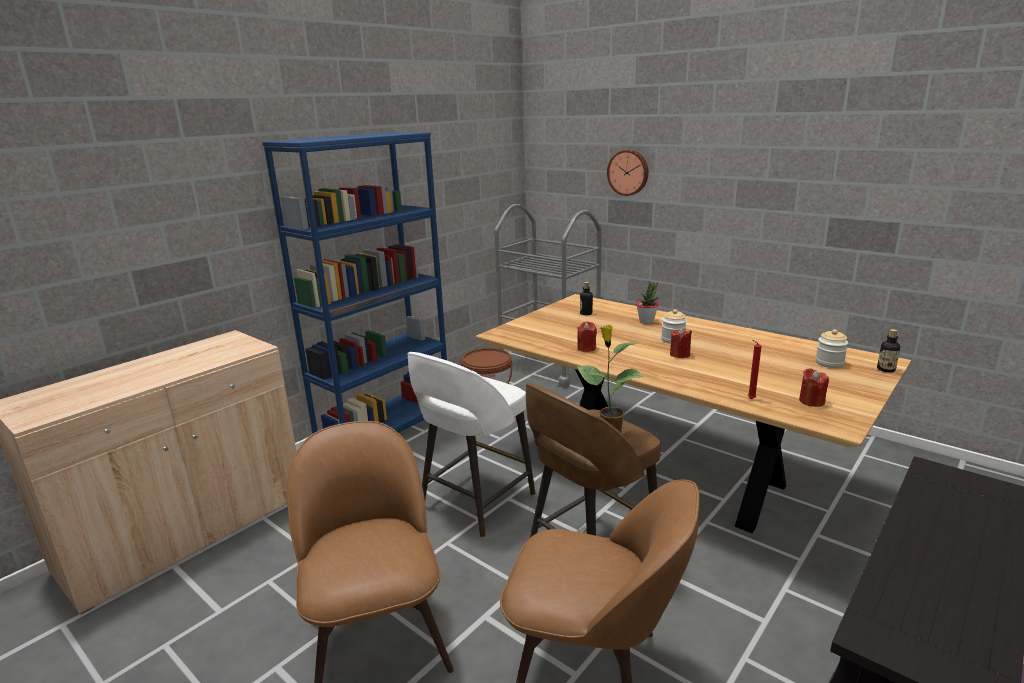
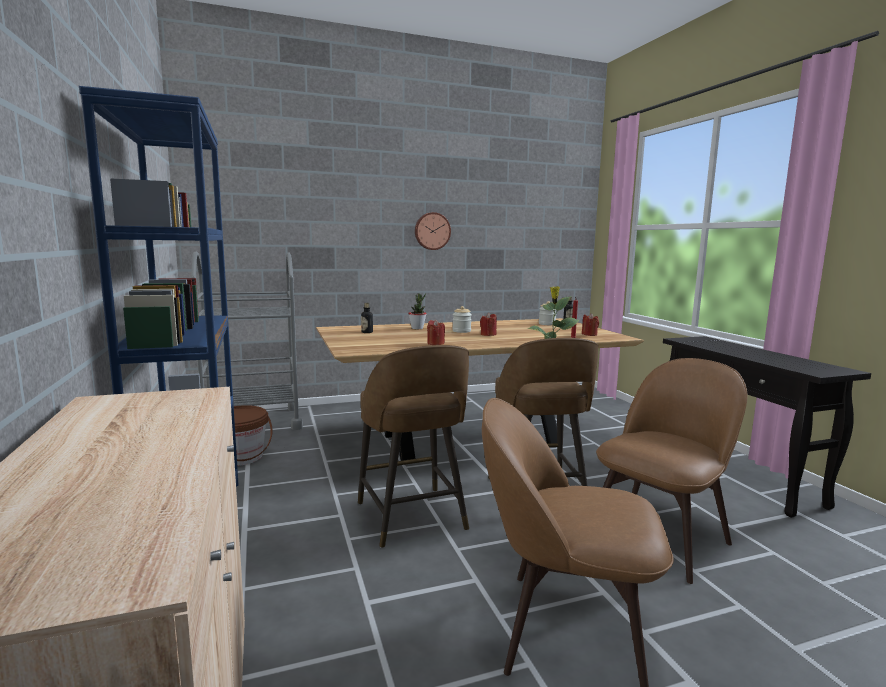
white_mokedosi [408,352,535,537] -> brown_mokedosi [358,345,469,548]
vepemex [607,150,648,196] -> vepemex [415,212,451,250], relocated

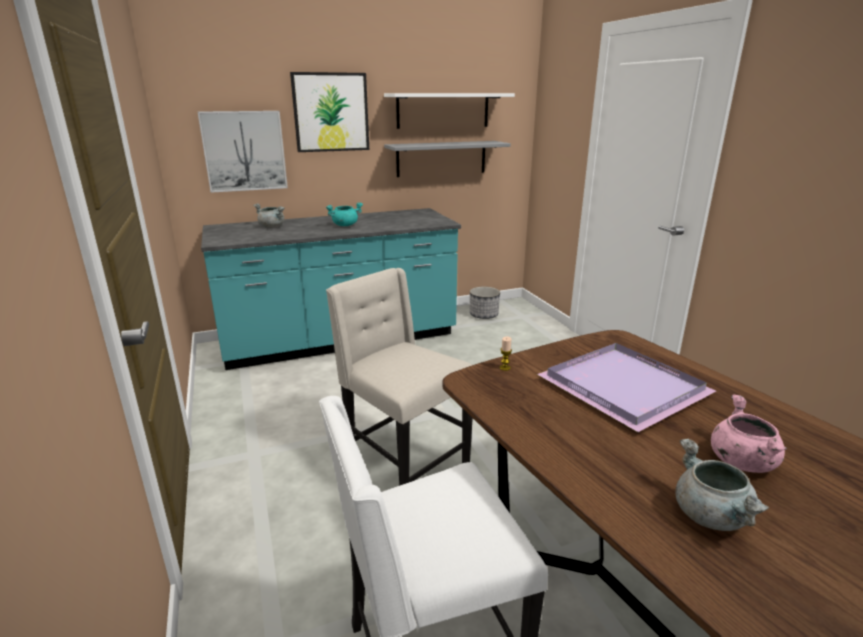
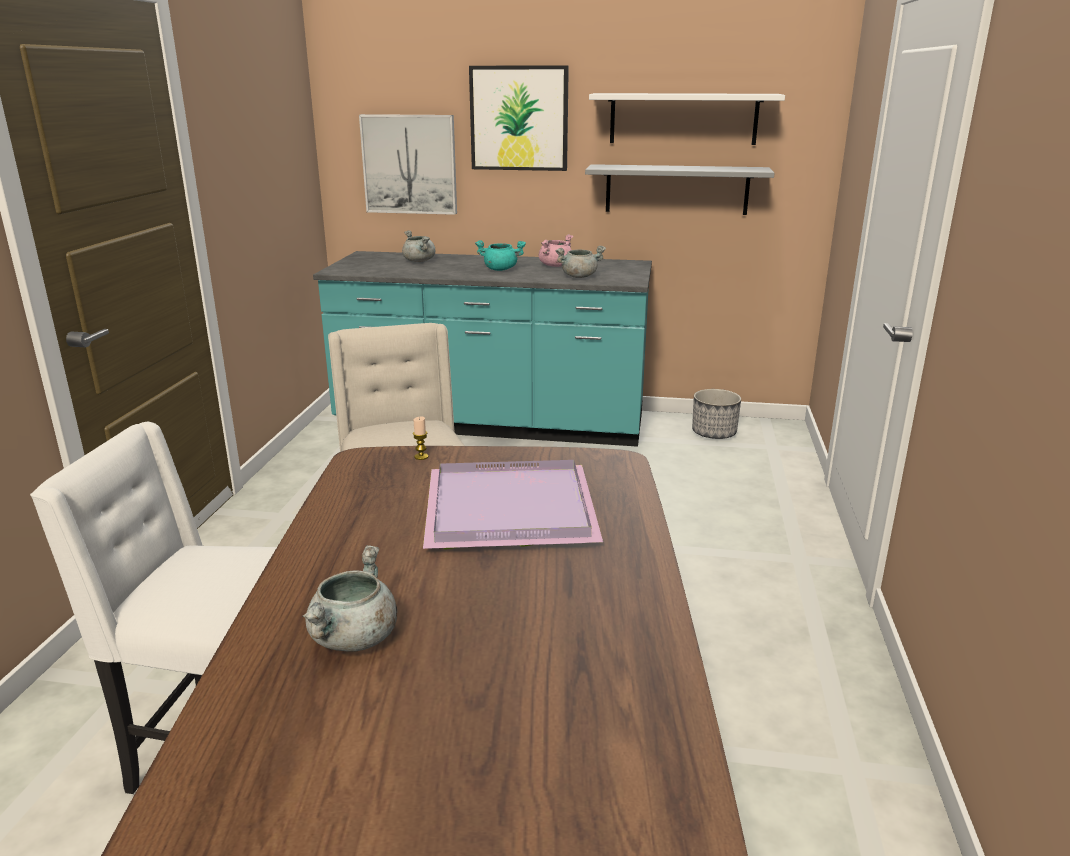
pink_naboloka [711,394,787,473] -> pink_naboloka [539,234,573,267], relocated
none -> grey_naboloka [555,246,606,278]

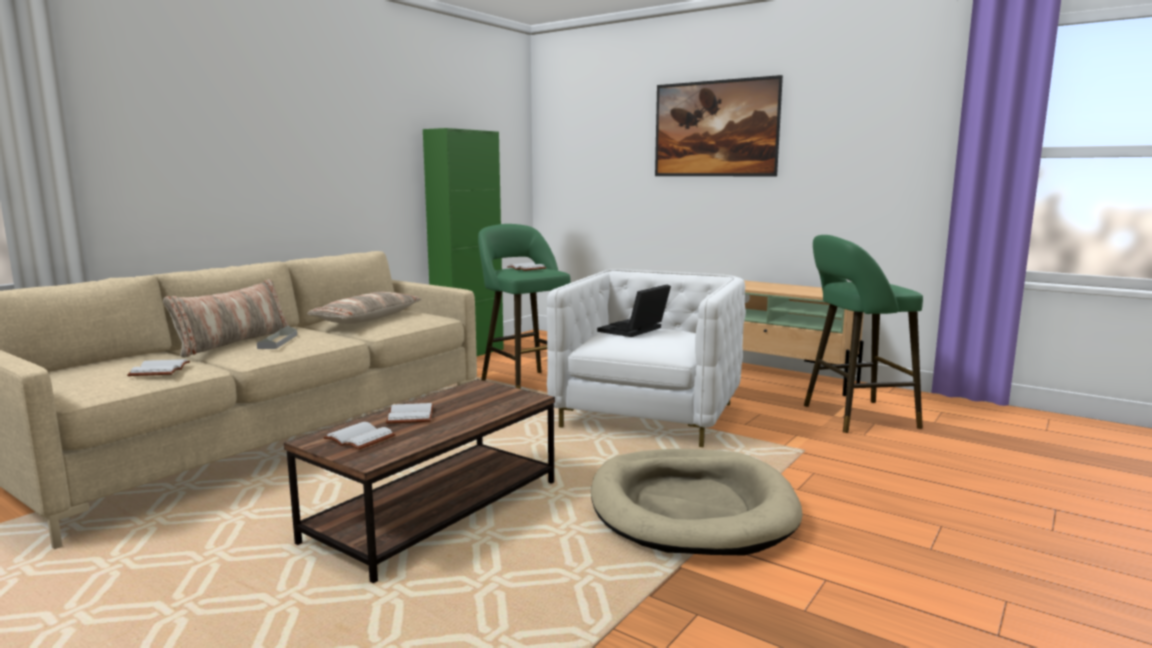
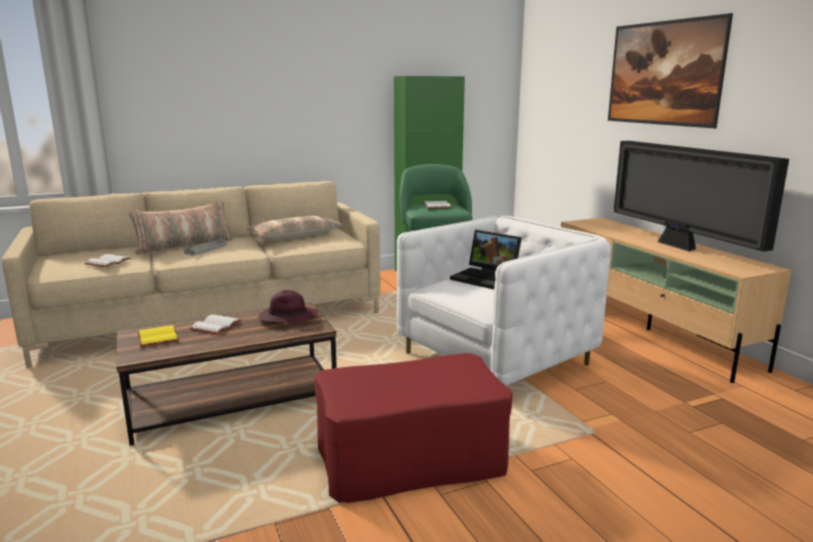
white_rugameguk [323,422,396,450] -> yellow_rugameguk [138,325,179,347]
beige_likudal [591,449,803,555] -> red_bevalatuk [314,353,512,503]
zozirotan [597,285,671,337] -> zozirotan [450,230,522,289], 120 degrees counterclockwise
green_mokedosi [804,235,923,433] -> none
none -> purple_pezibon [258,290,318,325]
none -> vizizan [613,141,789,252]

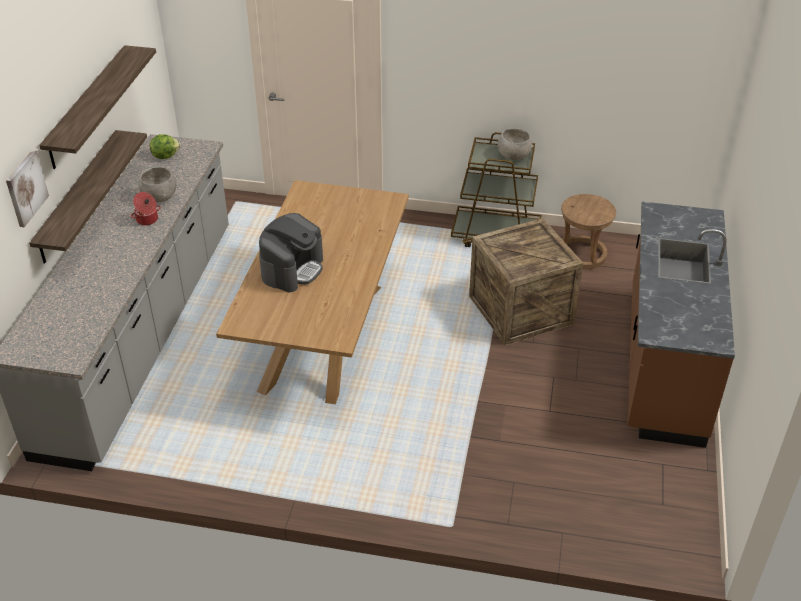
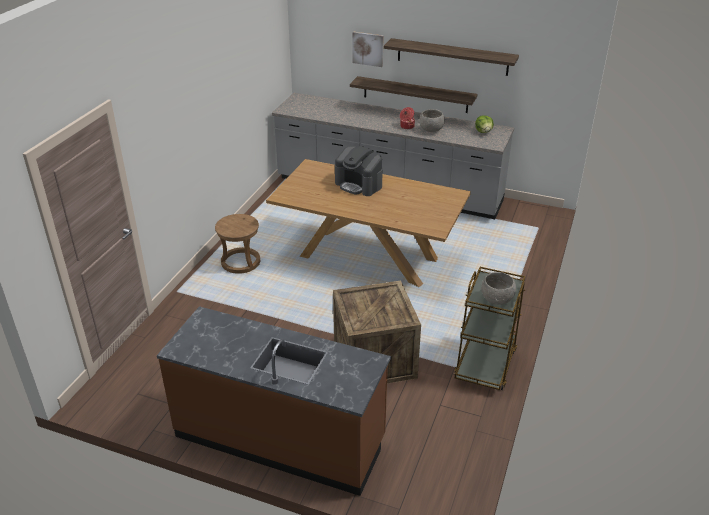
brown_mokedosi [561,194,616,270] -> brown_mokedosi [215,214,260,274], relocated

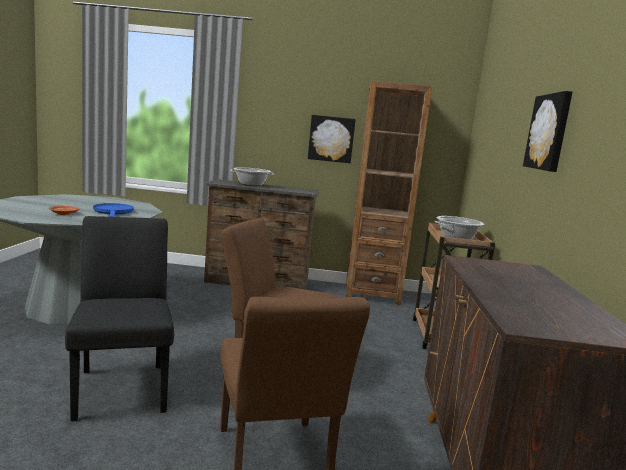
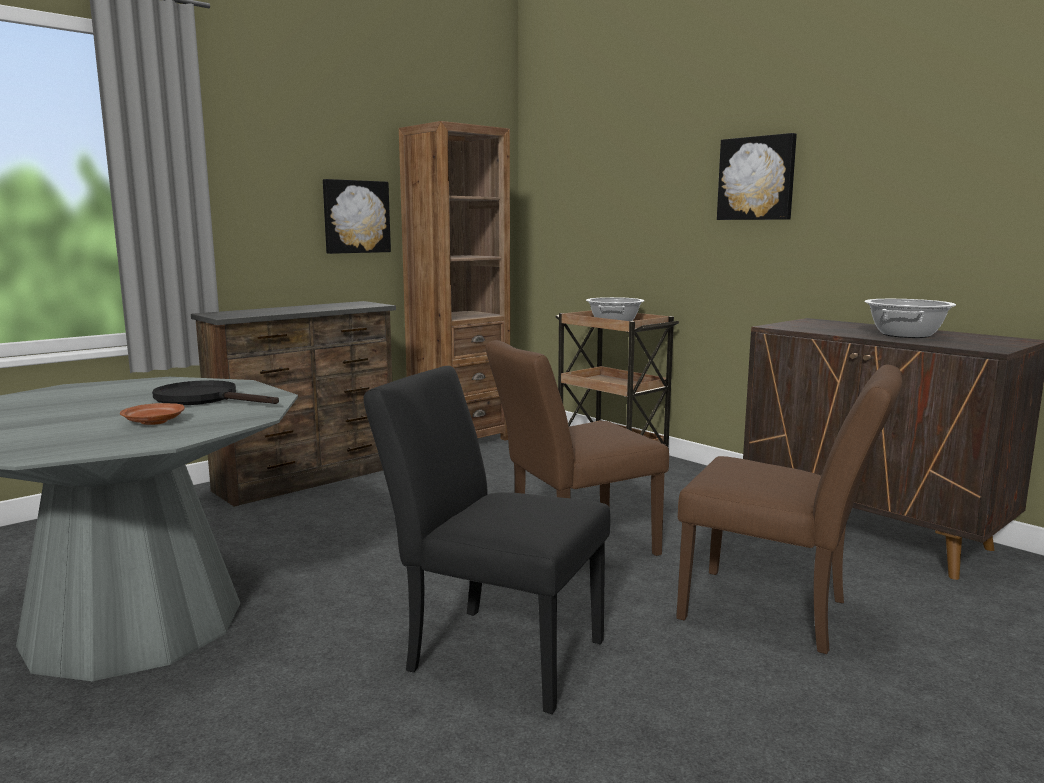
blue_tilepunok [93,203,134,217] -> black_tilepunok [152,380,279,405]
naboloka [230,167,274,186] -> naboloka [864,299,956,338], relocated

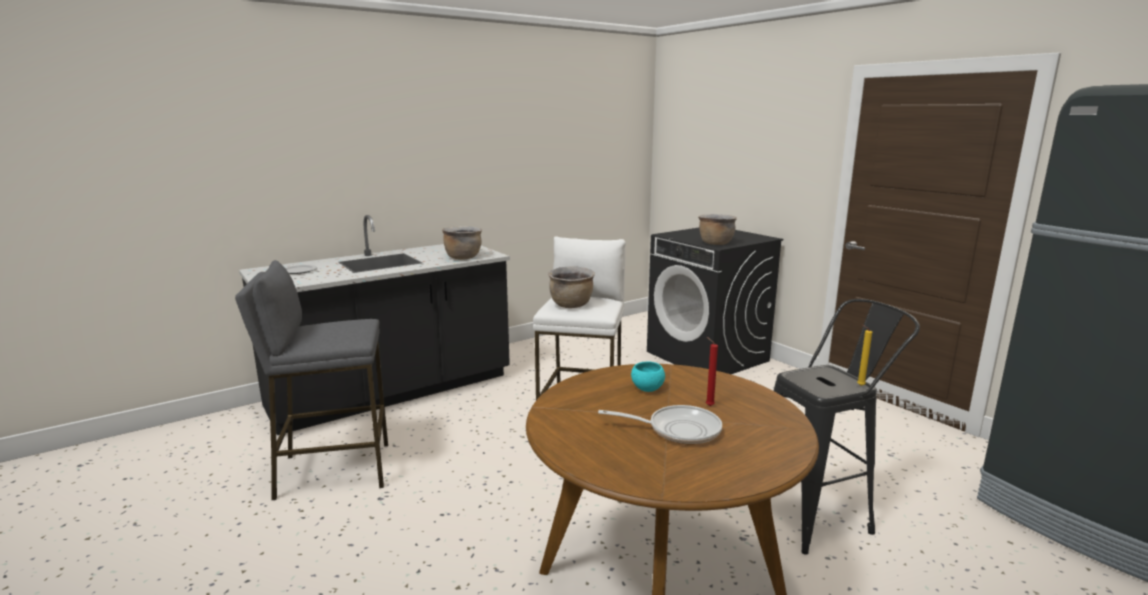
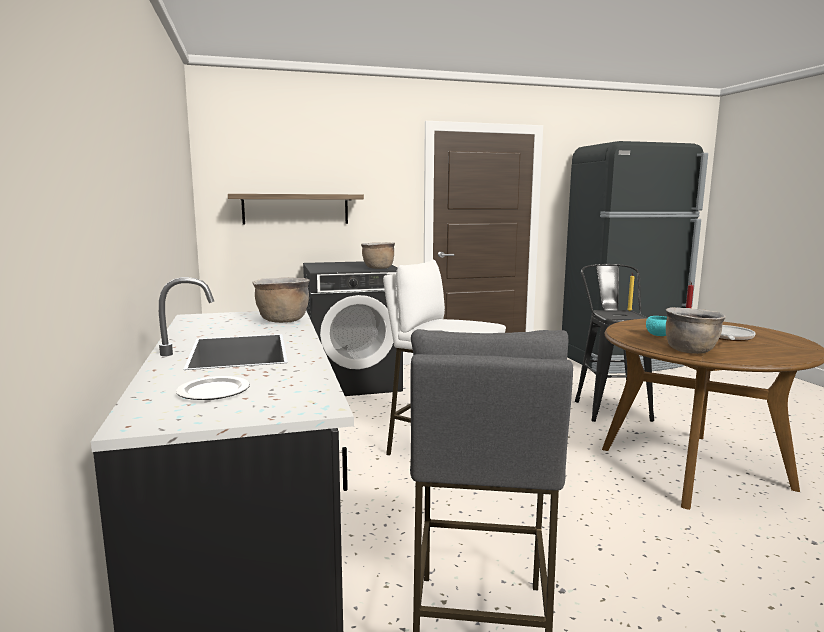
brown_naboloka [548,266,595,308] -> brown_naboloka [666,307,726,354], relocated
none -> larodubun [228,194,364,225]

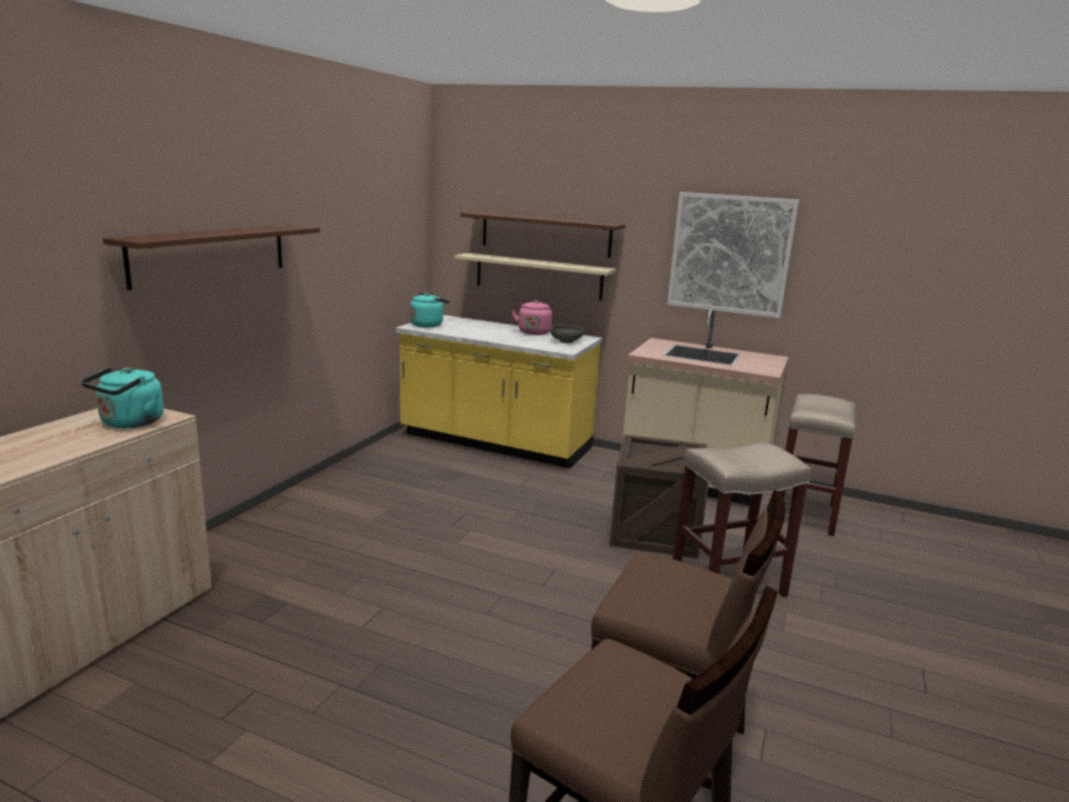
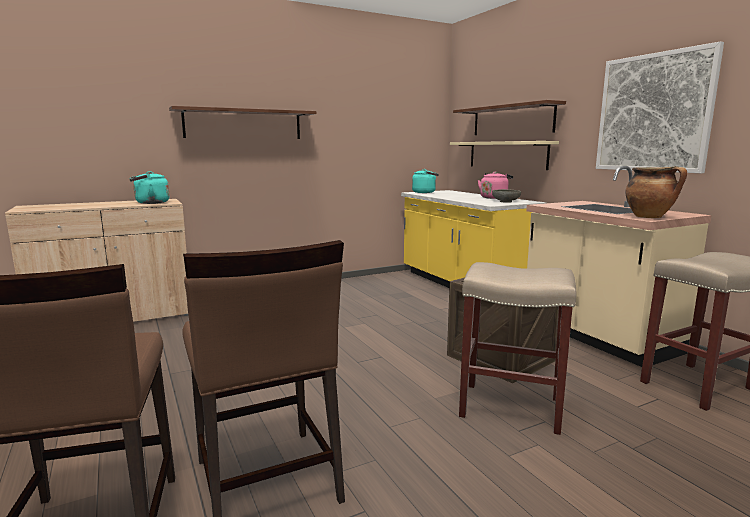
none -> naboloka [626,166,687,218]

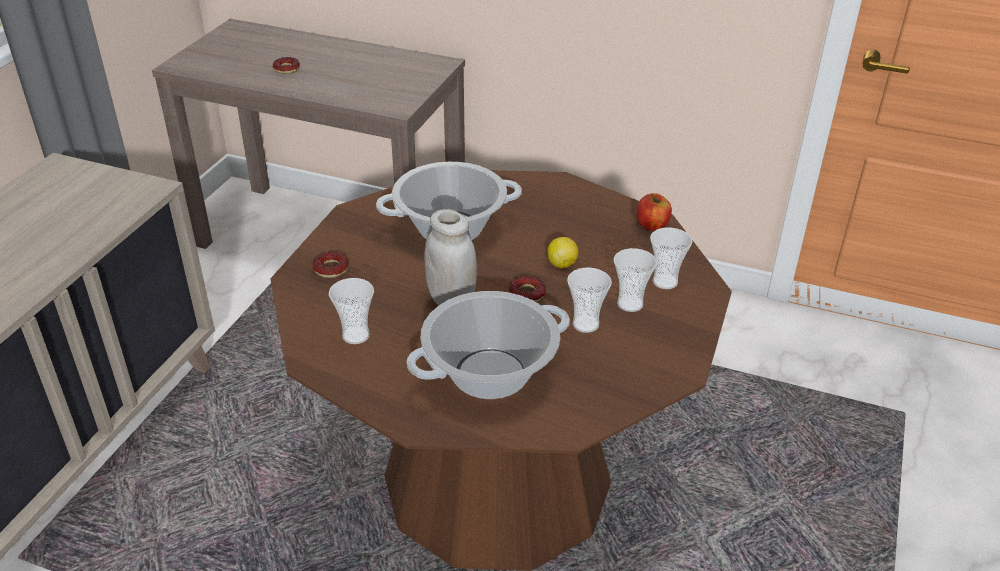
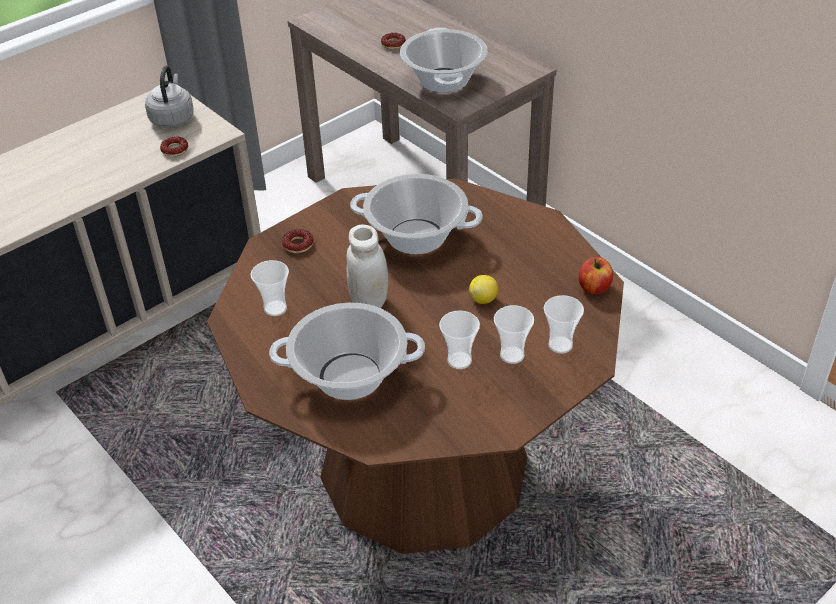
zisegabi [509,276,546,302] -> zisegabi [160,136,188,157], relocated
none -> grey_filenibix [145,66,194,128]
none -> naboloka [400,27,488,93]

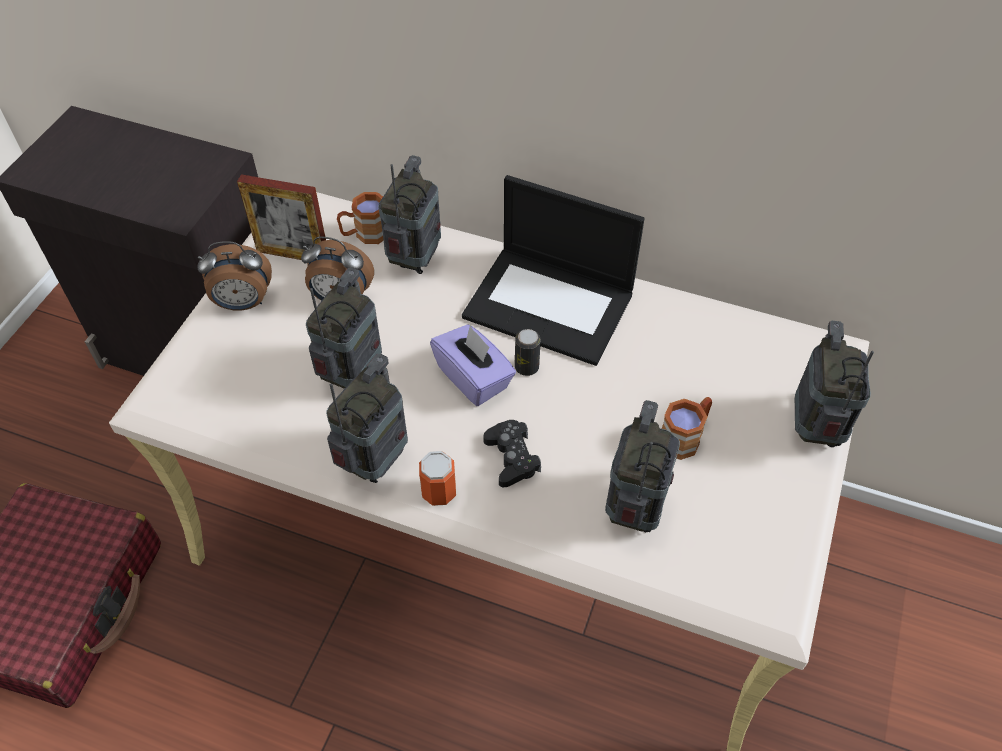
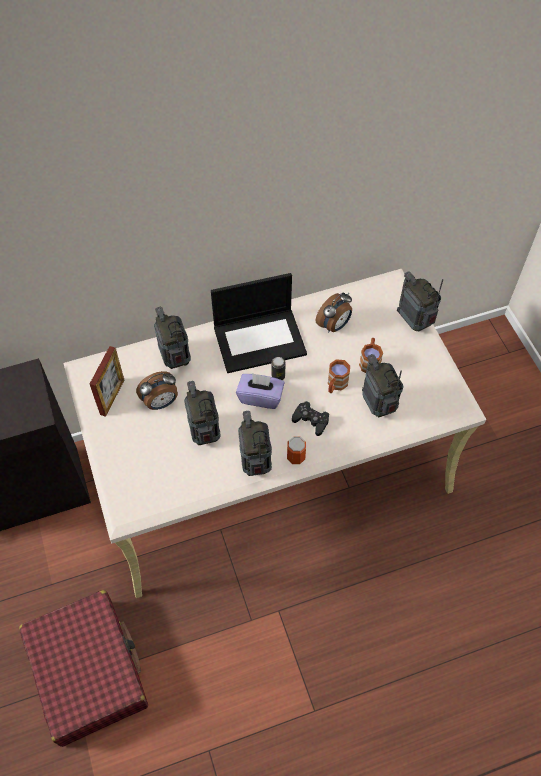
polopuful [197,241,272,310] -> polopuful [316,292,352,333], relocated
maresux [237,174,326,260] -> maresux [90,346,124,417], 45 degrees counterclockwise
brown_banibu [337,192,384,244] -> brown_banibu [328,359,350,393], relocated

